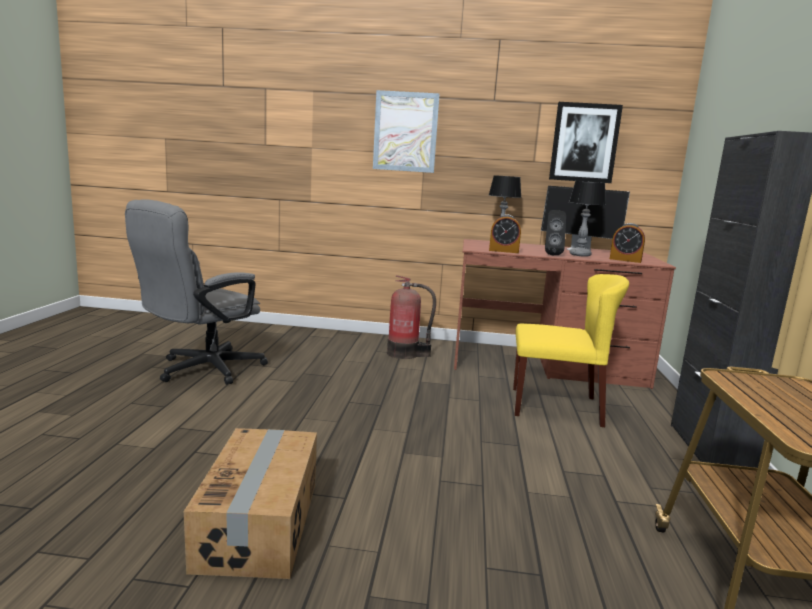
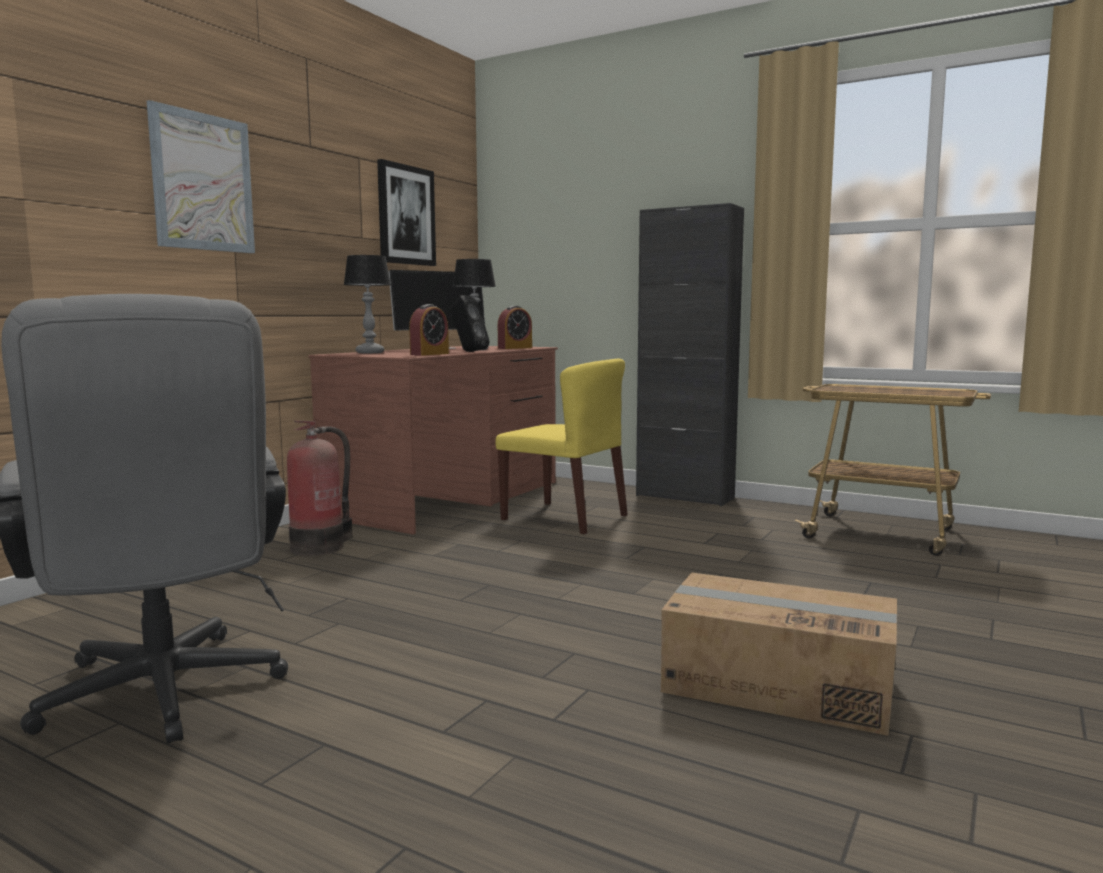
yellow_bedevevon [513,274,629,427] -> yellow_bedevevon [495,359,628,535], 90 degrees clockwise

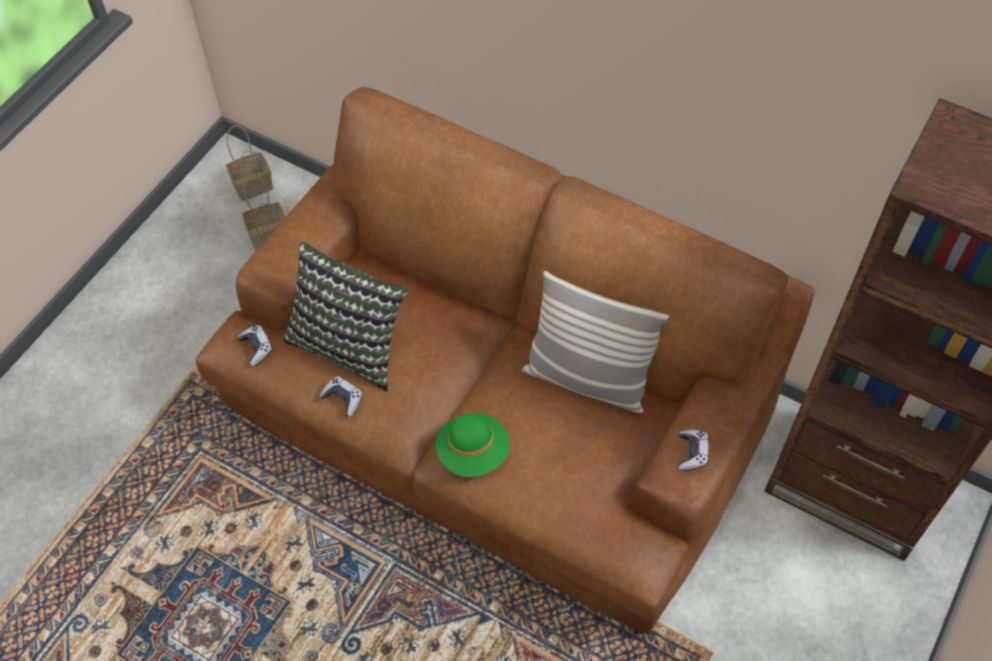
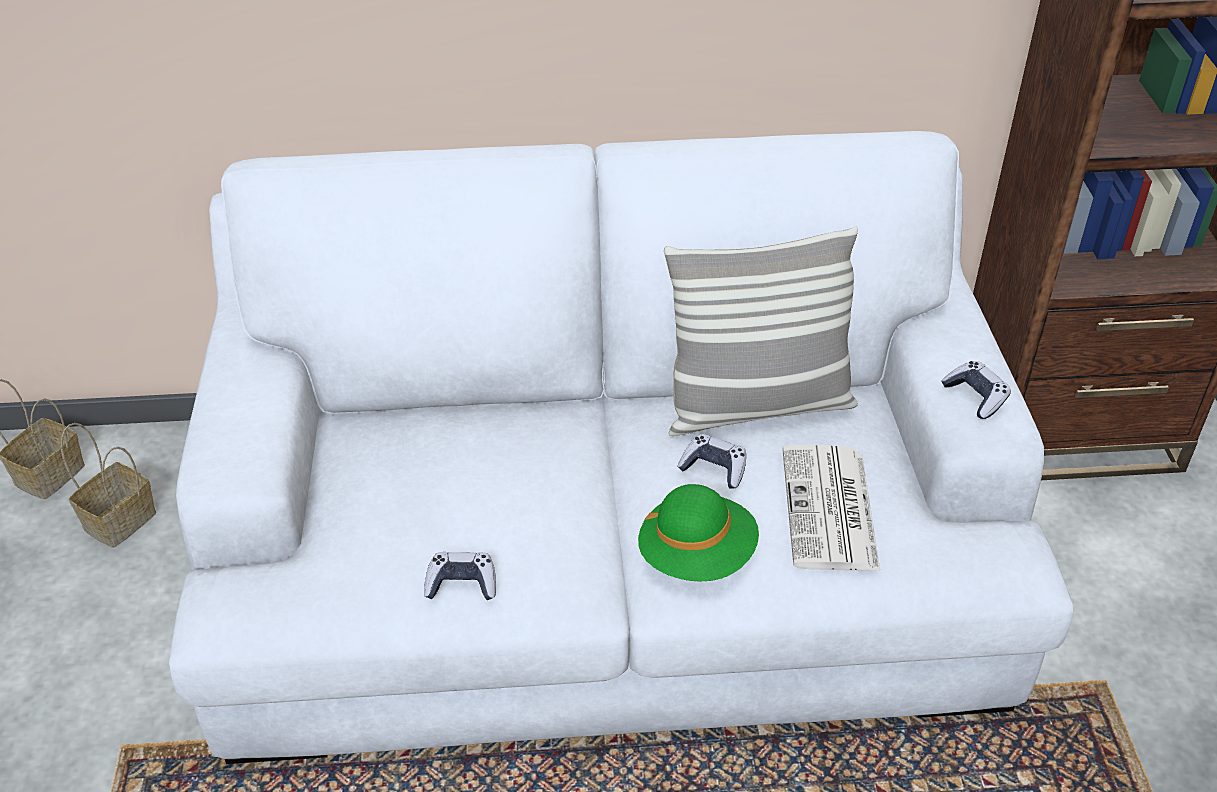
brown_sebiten [196,87,815,634] -> white_sebiten [169,131,1073,764]
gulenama [237,325,273,366] -> gulenama [677,434,746,489], relocated
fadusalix [283,242,408,391] -> none
none -> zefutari [782,445,880,571]

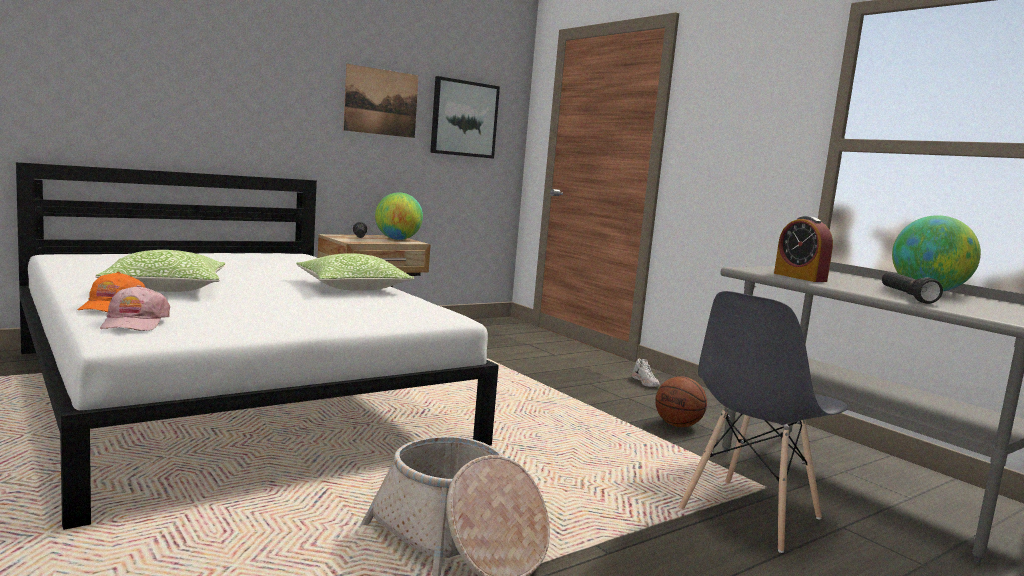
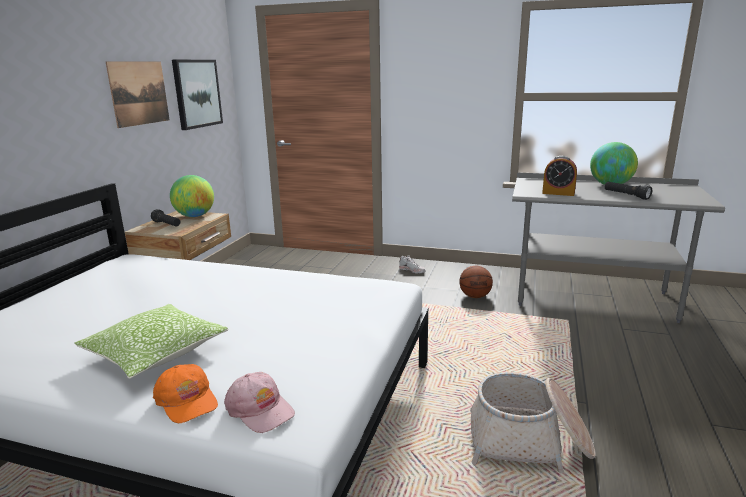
fadusalix [296,253,414,291] -> none
grey_bedevevon [679,291,848,553] -> none

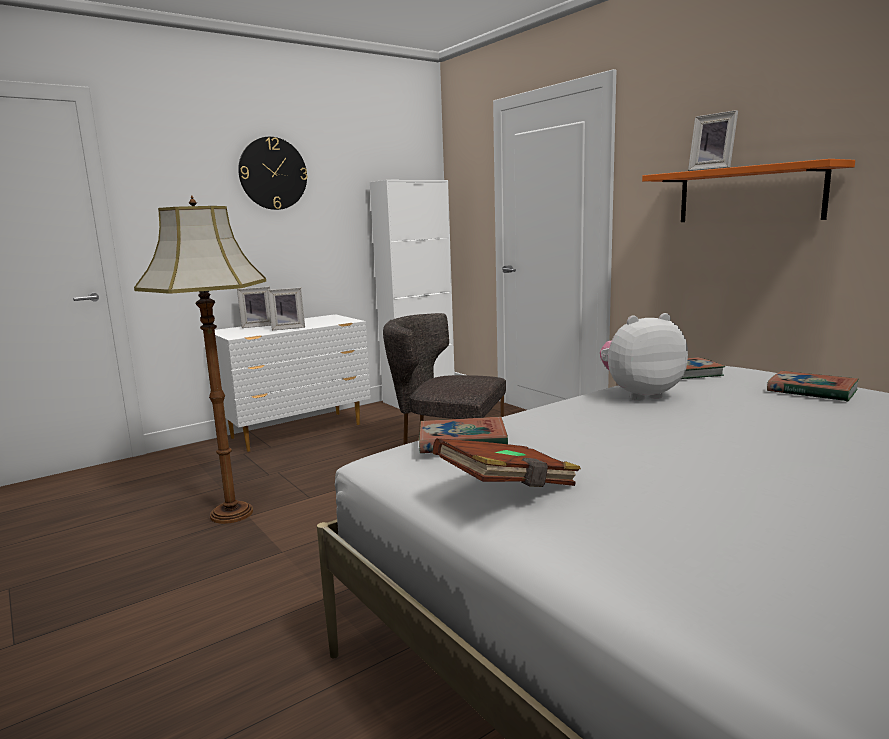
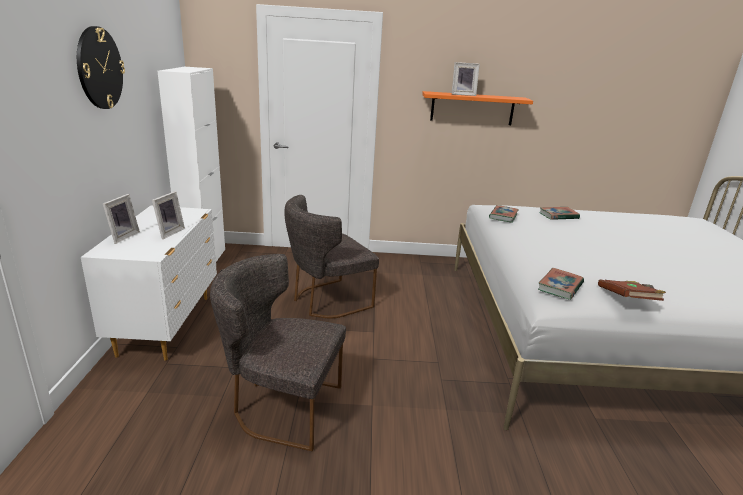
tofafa [134,196,266,524] -> grey_bedevevon [210,254,346,451]
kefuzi [600,313,688,401] -> none

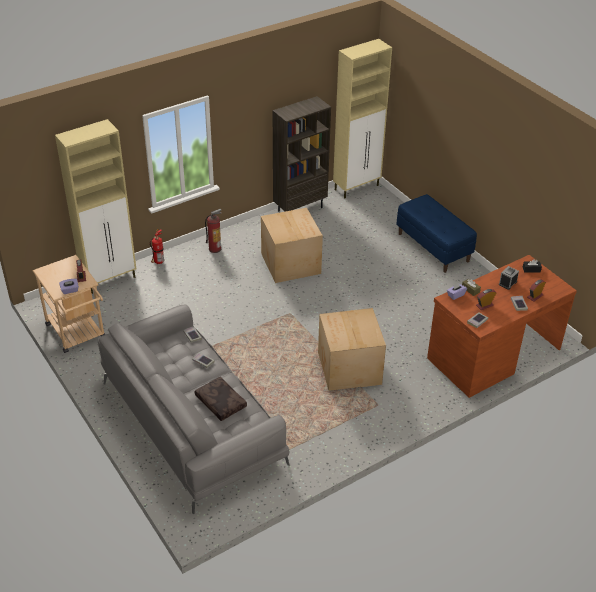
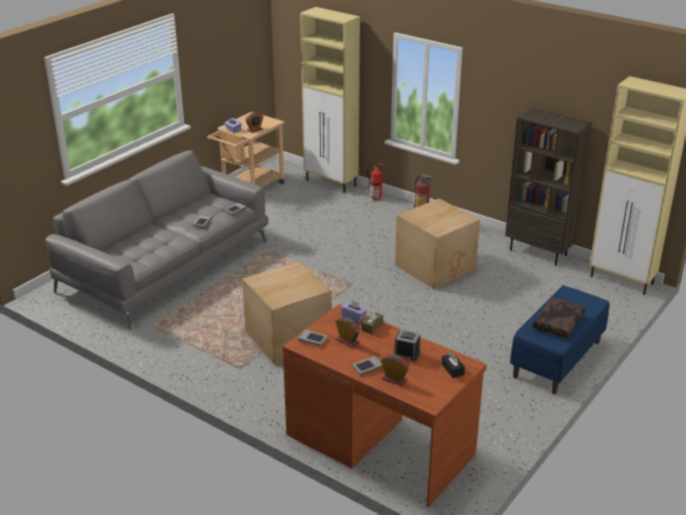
brown_fadusalix [195,377,247,421] -> brown_fadusalix [533,297,586,339], relocated

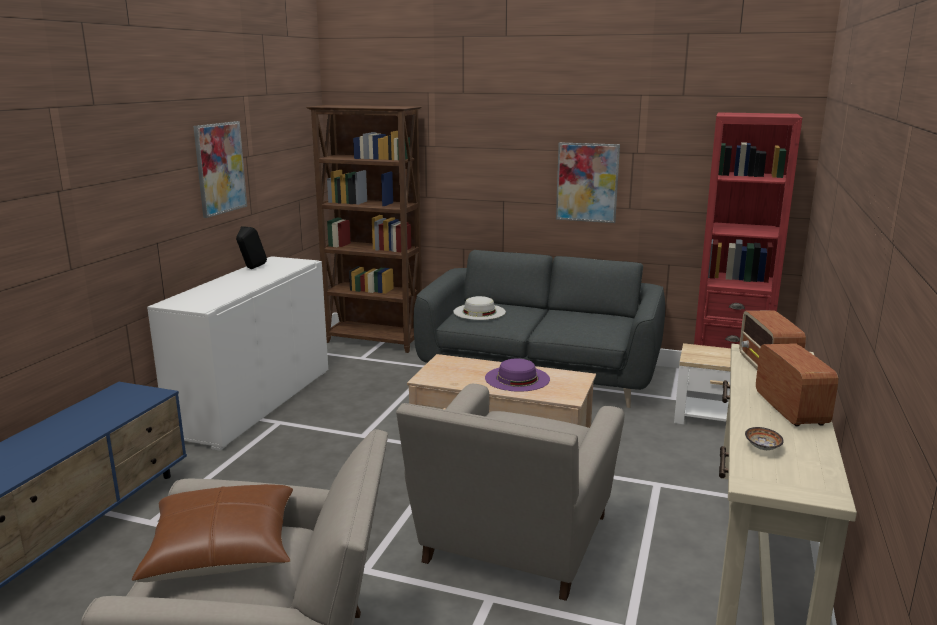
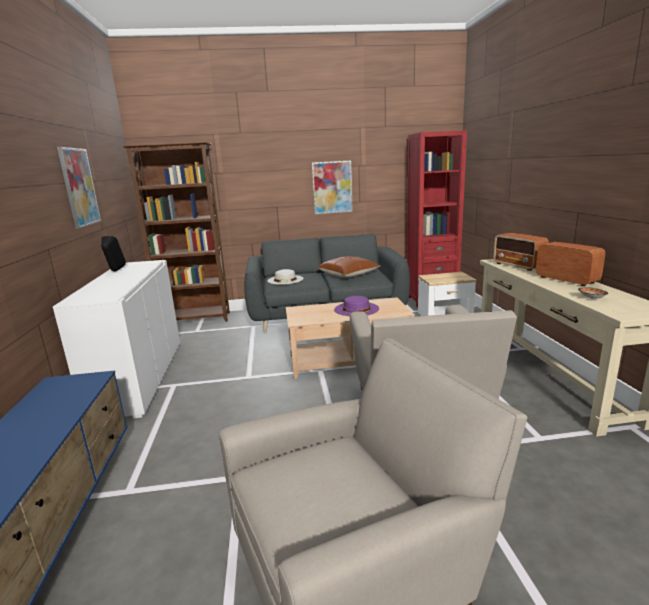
brown_fadusalix [132,484,293,582] -> brown_fadusalix [317,256,380,278], relocated

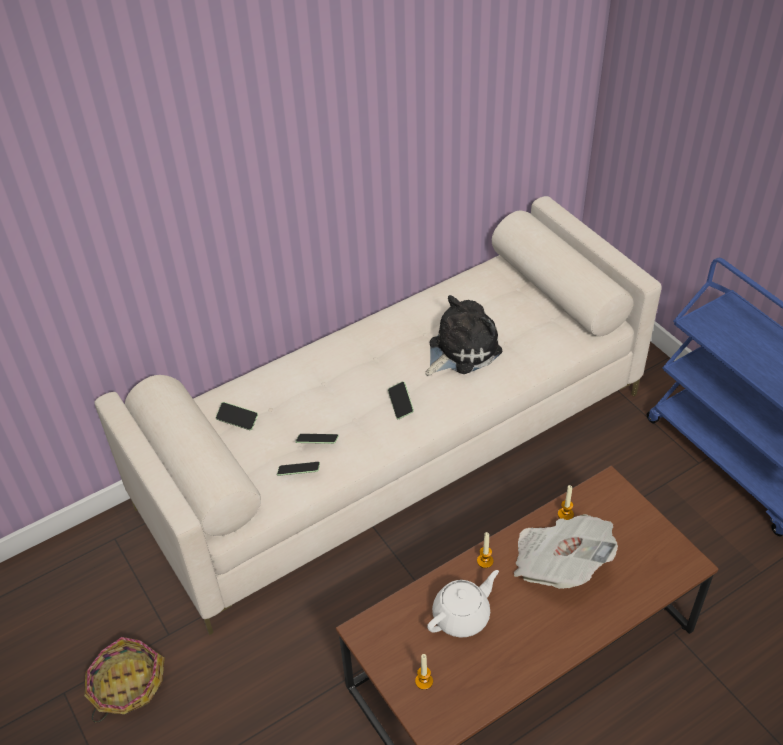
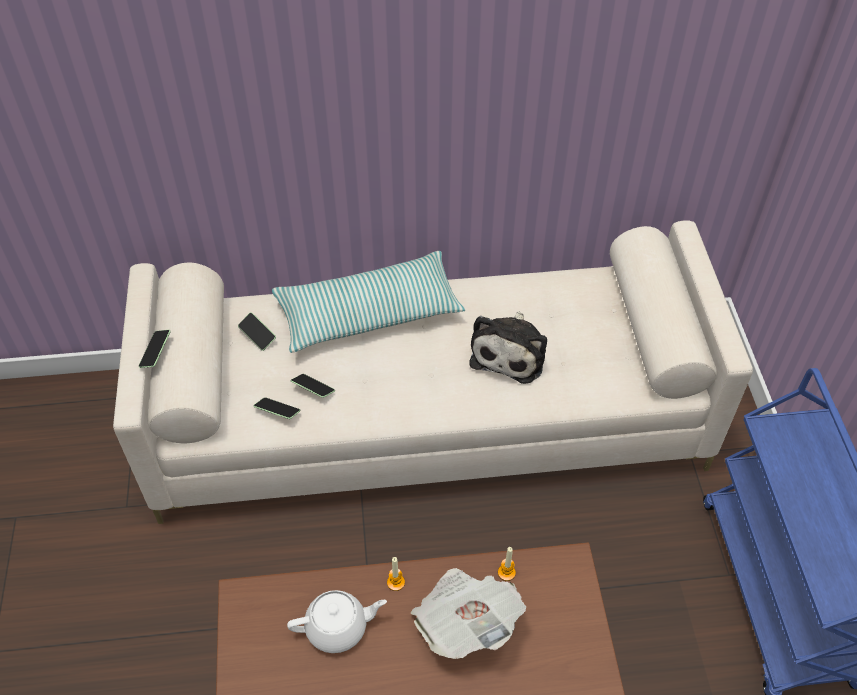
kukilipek [84,637,165,723] -> none
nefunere [388,381,414,419] -> nefunere [139,330,171,368], relocated
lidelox [415,654,433,690] -> none
kefuzi [426,295,502,376] -> kefuzi [469,311,547,384], 120 degrees clockwise
none -> fadusalix [272,251,465,353]

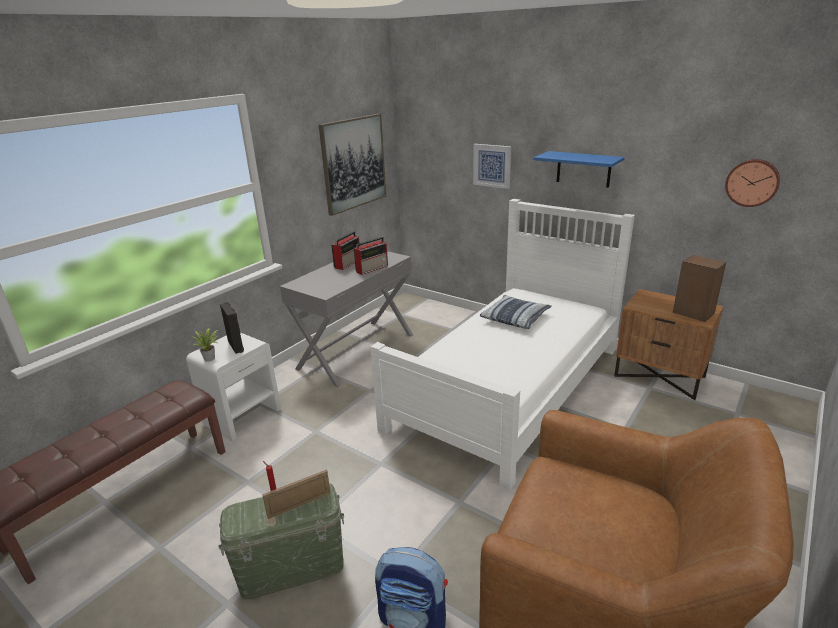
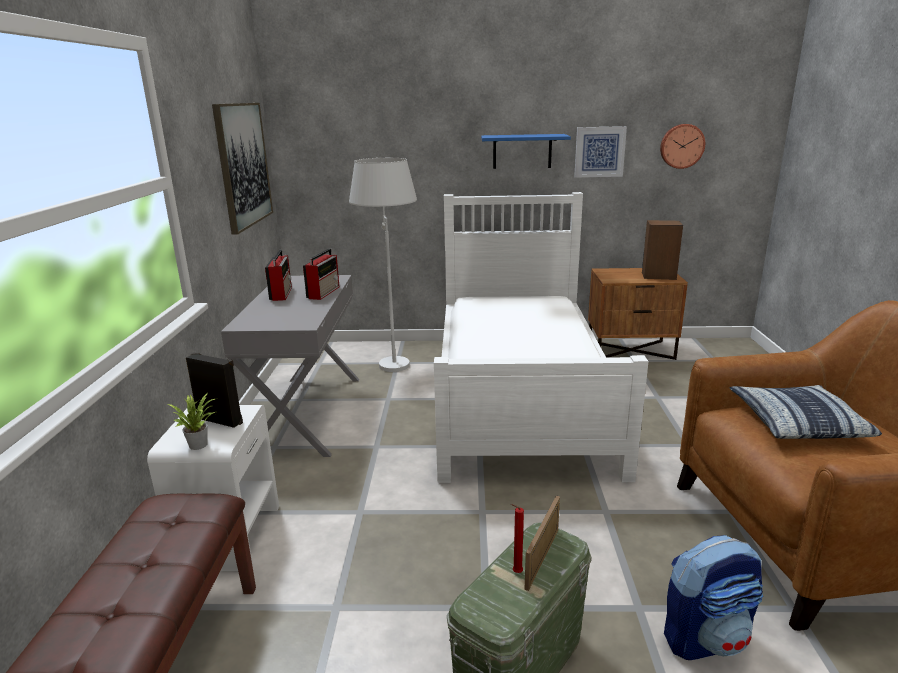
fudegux [473,144,511,189] -> fudegux [574,126,627,177], relocated
fadusalix [480,295,552,329] -> fadusalix [730,385,882,439], relocated
none -> white_tofafa [349,158,417,372]

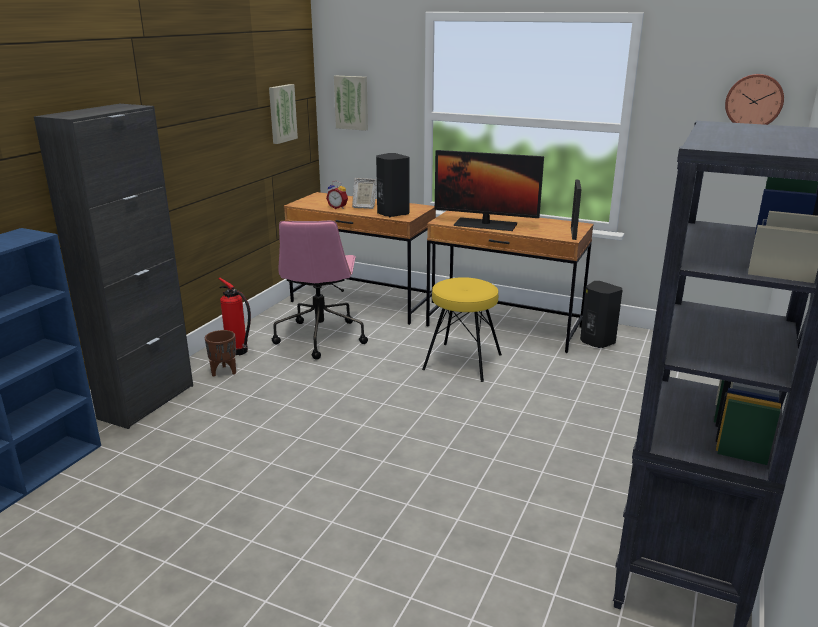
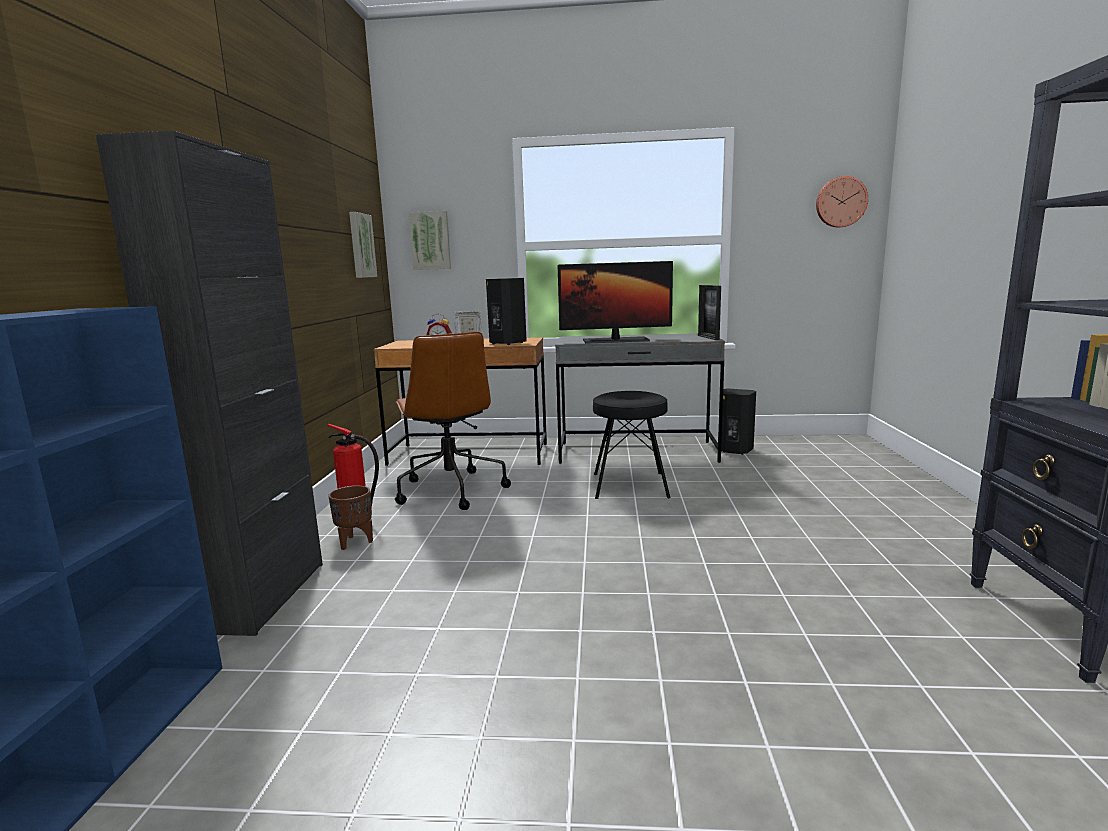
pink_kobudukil [272,220,368,359] -> brown_kobudukil [395,332,511,510]
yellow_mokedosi [422,277,502,382] -> black_mokedosi [593,391,671,499]
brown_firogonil [426,211,594,353] -> grey_firogonil [555,333,725,464]

